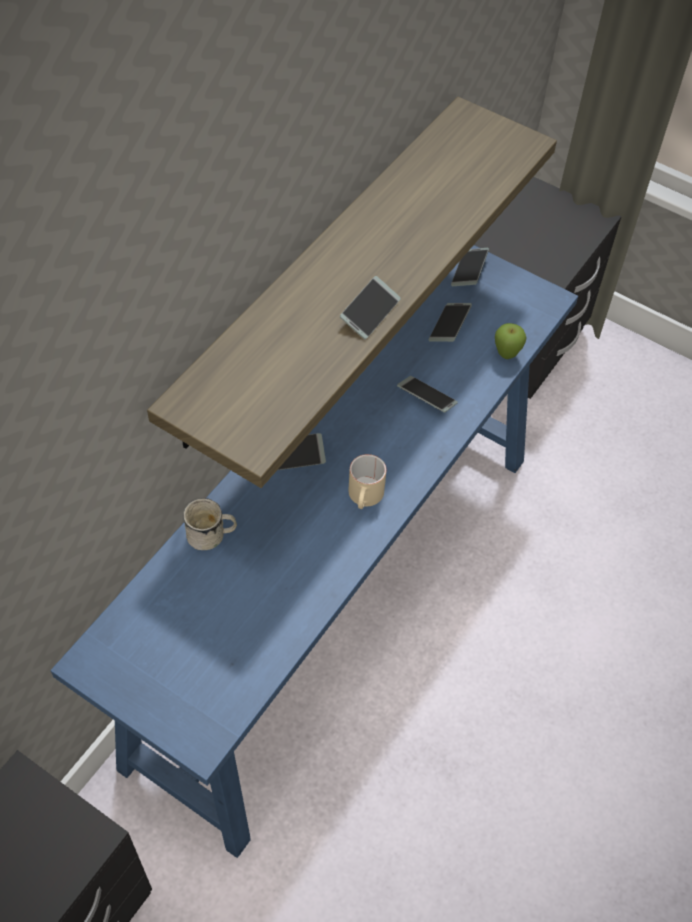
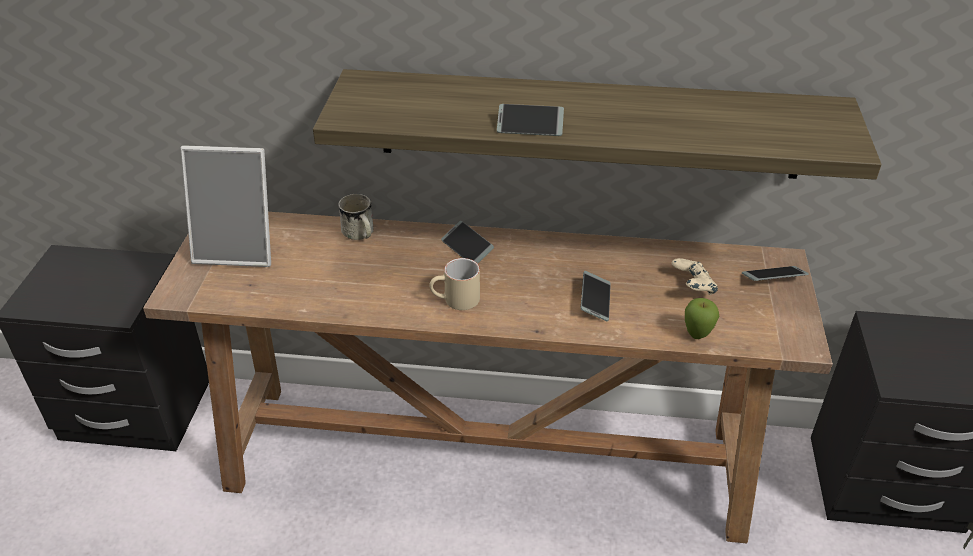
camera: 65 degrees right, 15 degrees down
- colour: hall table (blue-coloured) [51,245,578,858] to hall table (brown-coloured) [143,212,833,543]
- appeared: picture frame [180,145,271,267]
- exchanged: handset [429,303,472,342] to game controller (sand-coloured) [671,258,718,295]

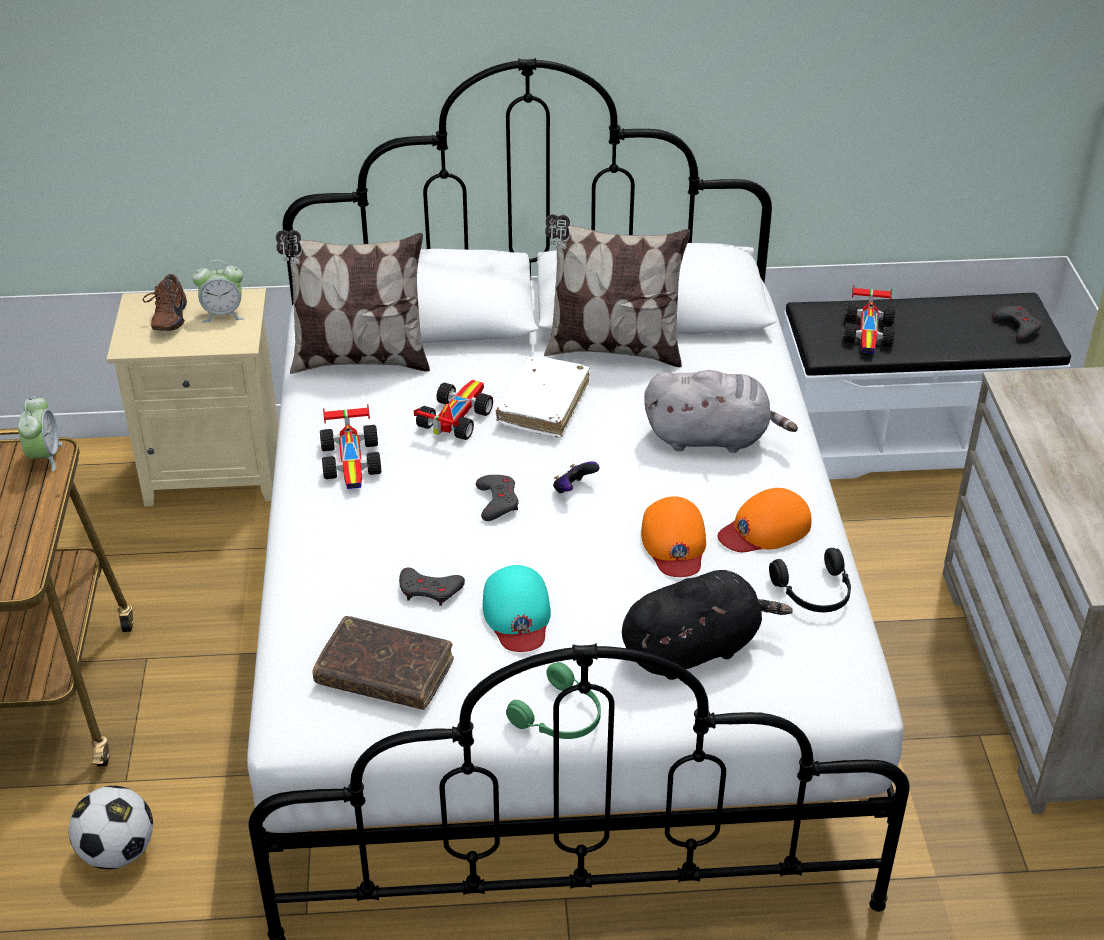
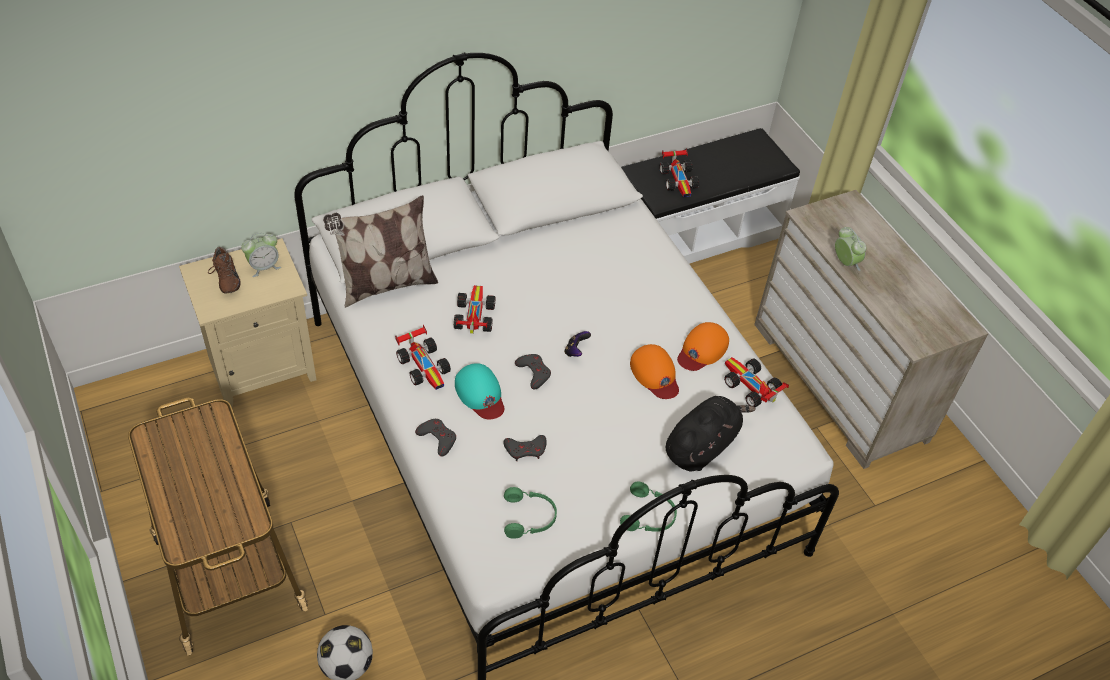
camera: 25 degrees left, 10 degrees up
- relocated: game controller (grey) [992,306,1041,341] to [415,419,456,457]
- relocated: peaked cap (turquoise-coloured) [483,565,551,652] to [455,363,504,419]
- exchanged: volume (brown-coloured) [312,616,454,710] to headphones (green) [504,487,557,539]
- exchanged: headphones (black) [769,548,851,612] to model car [724,357,789,408]
- relocated: alarm clock [18,396,62,471] to [835,227,866,271]
- missing: volume (white-coloured) [496,357,590,438]
- missing: throw pillow [544,214,690,368]
- missing: cuddly toy (grey) [644,370,798,453]

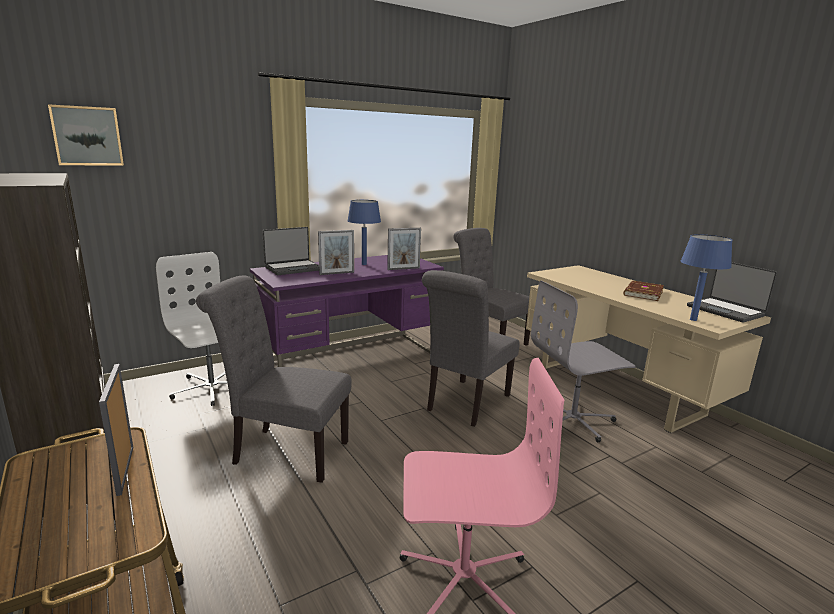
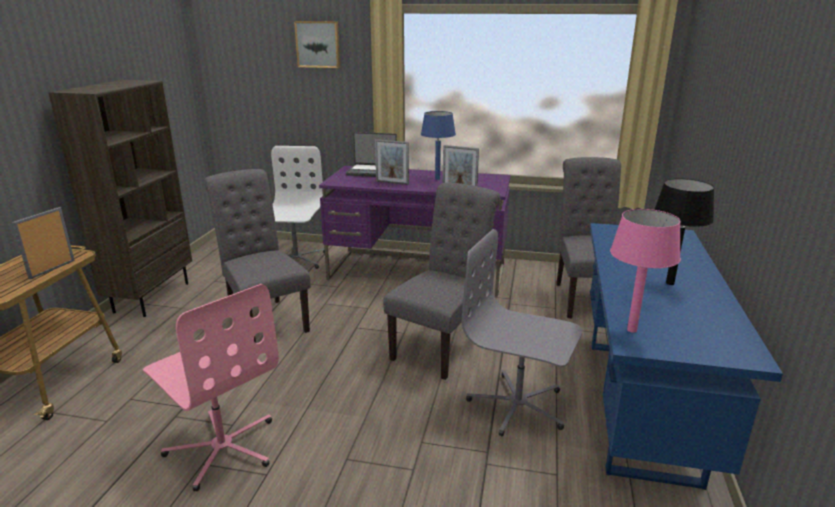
camera: 45 degrees right, 5 degrees up
- relocated: wall picture [48,104,124,166] to [294,21,340,68]
- spun: chair (grey) [422,270,520,427] = [383,183,501,380] 135 degrees clockwise
- colour: desk (sand-coloured) [526,265,771,433] to desk (blue-coloured) [590,223,783,490]
- colour: lamp for a table (blue-coloured) [681,234,732,321] to lamp for a table (pink-coloured) [610,209,681,333]
- exchanged: volume (brown-coloured) [623,281,664,301] to lamp for a table (black) [654,178,714,285]
- missing: portable computer [687,262,777,322]

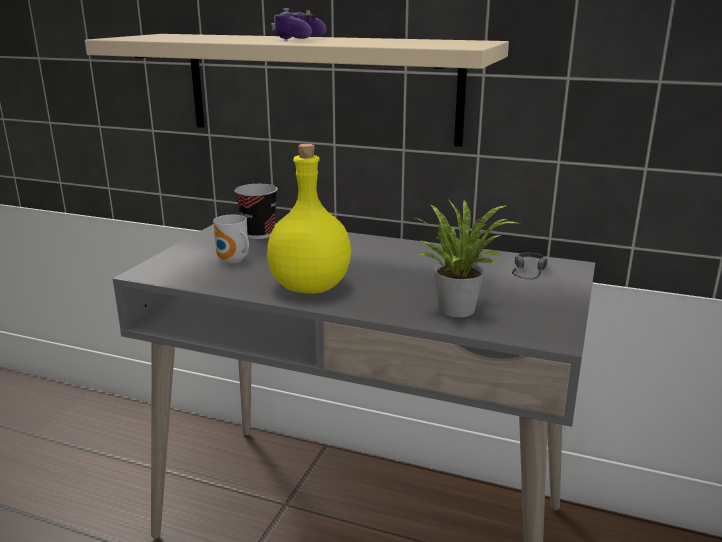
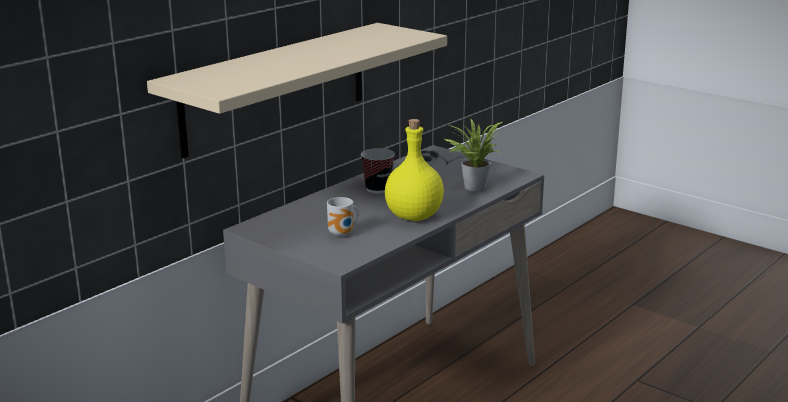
camera: 70 degrees left, 0 degrees up
- relocated: drinking cup [235,184,278,239] to [361,148,395,193]
- missing: game controller [271,8,327,39]

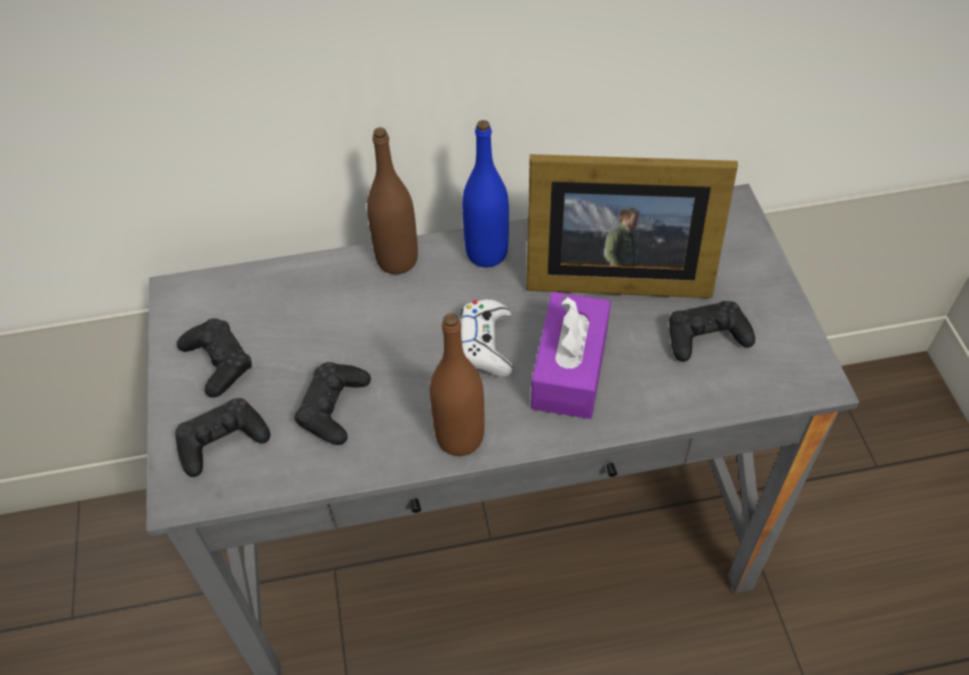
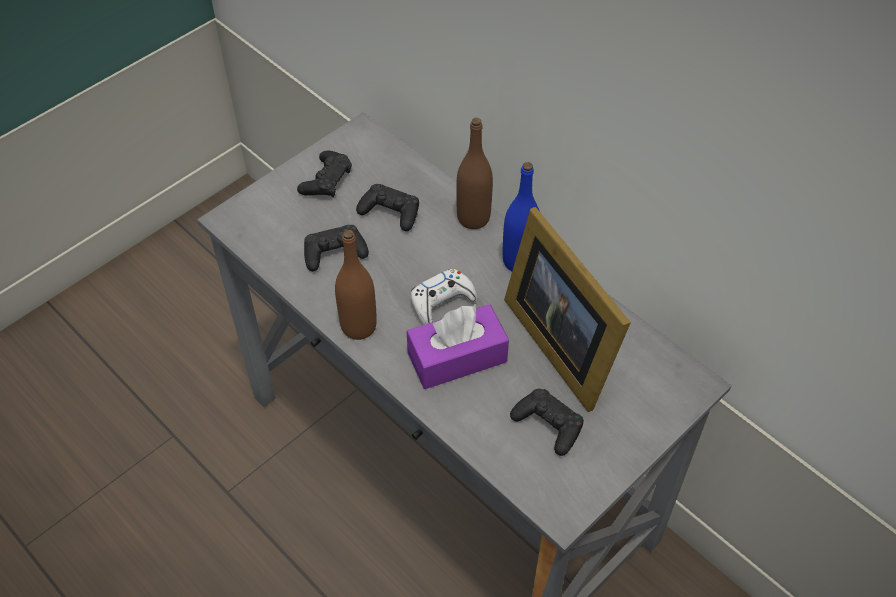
camera: 55 degrees right, 0 degrees up
- relocated: game controller (black) [175,398,270,477] to [356,184,419,231]

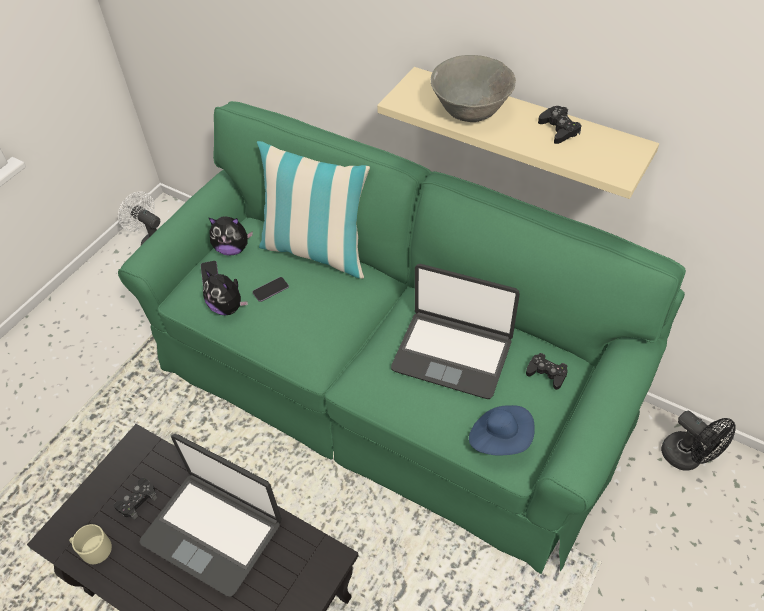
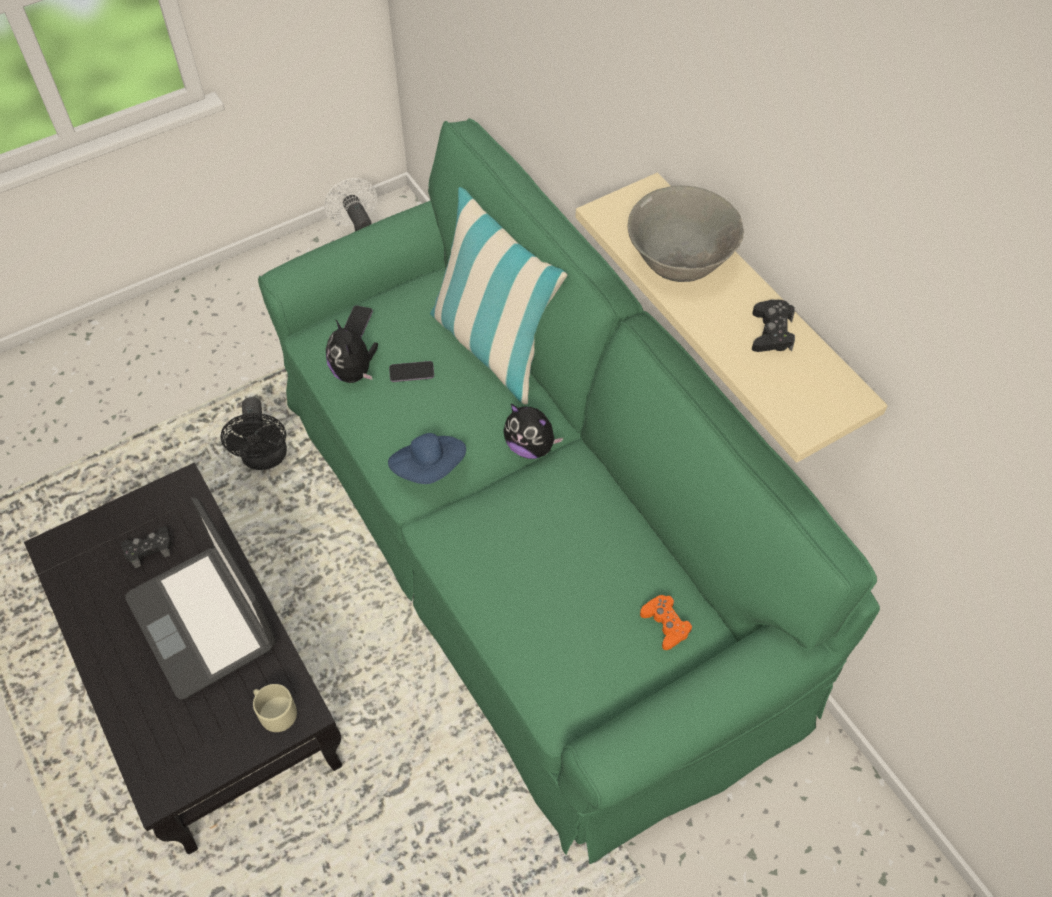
camera: 25 degrees right, 5 degrees up
- relocated: cooling fan (black) [661,411,736,471] to [220,397,287,470]
- relocated: coffee mug (sand-coloured) [69,524,112,564] to [253,684,297,732]
- relocated: hat (blue-coloured) [469,405,535,456] to [388,433,466,484]
- relocated: cuddly toy [209,216,253,256] to [503,404,564,459]
- colour: game controller (black) [526,353,568,390] to game controller (orangey) [640,595,692,650]
- missing: portable computer [391,264,520,399]

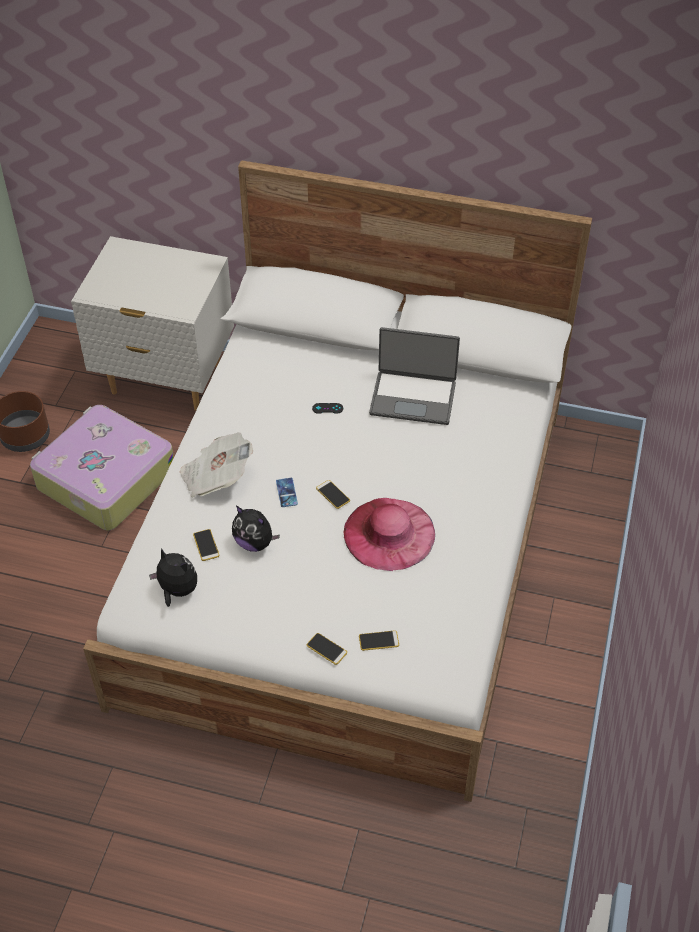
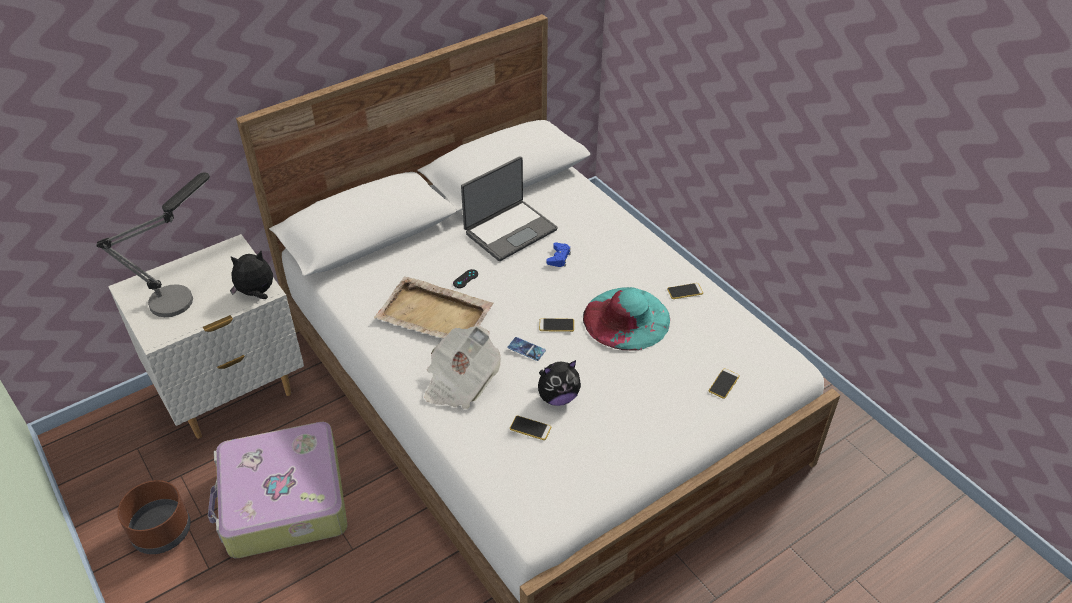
camera: 50 degrees left, 5 degrees down
- appeared: lamp for a table [96,172,210,317]
- relocated: cuddly toy [149,548,197,607] to [230,251,273,299]
- appeared: tray (sand-coloured) [374,276,494,338]
- appeared: game controller (blue-coloured) [547,242,571,267]
- colour: hat (pink-coloured) [344,498,435,571] to hat (turquoise-coloured) [583,287,670,351]
- relocated: handset [307,633,347,665] to [667,283,703,299]

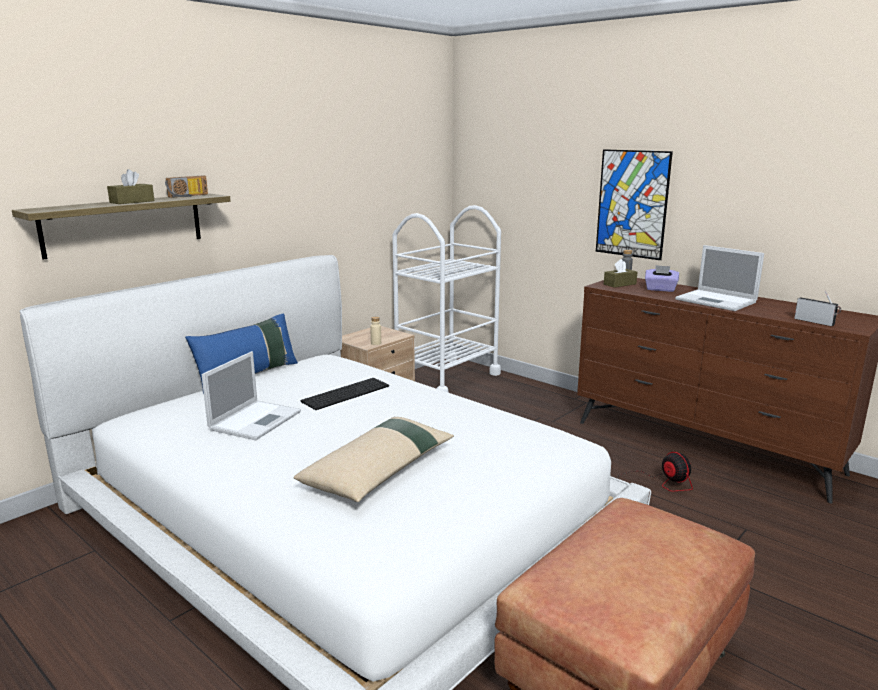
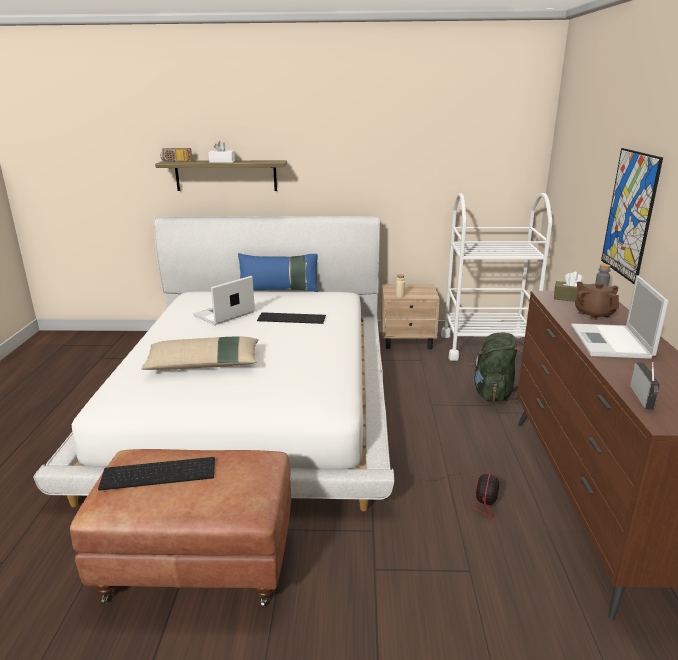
camera: 50 degrees right, 5 degrees up
- appeared: computer keyboard [98,457,215,491]
- relocated: radio set [165,176,208,198] to [161,148,192,162]
- spun: portable computer [202,351,301,440] = [193,276,255,325] 150 degrees clockwise
- colour: tissue holder (brown-coloured) [107,169,155,204] to tissue holder (white-coloured) [208,141,235,163]
- appeared: knapsack (green) [469,333,524,402]
- exchanged: tissue holder (purple) [645,265,679,292] to teapot (brown-coloured) [575,282,619,320]

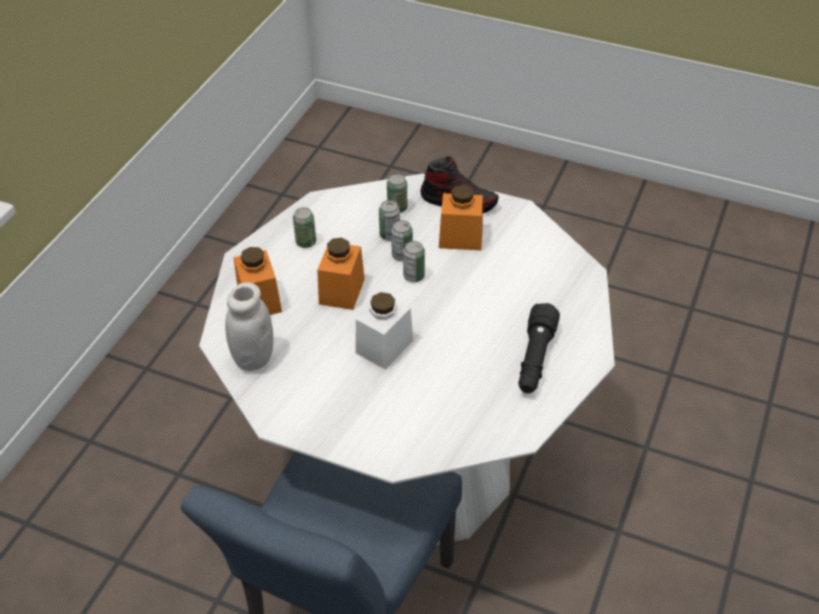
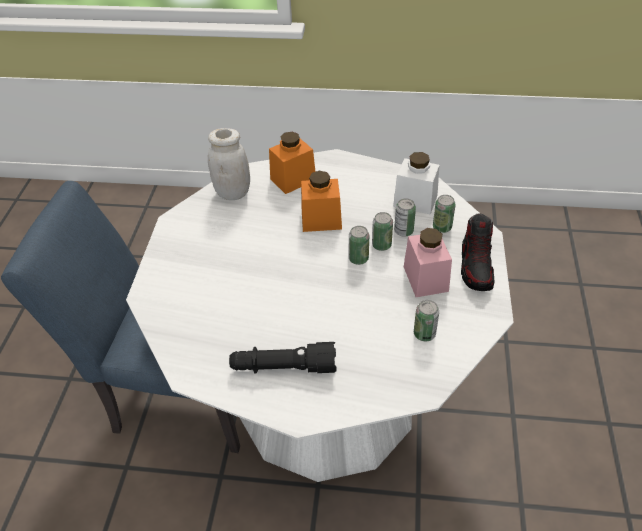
camera: 75 degrees right, 0 degrees up
- relocated: preserve jar (white-coloured) [356,292,413,370] to [393,152,440,215]
- colour: preserve jar (orangey) [439,185,483,251] to preserve jar (pink-coloured) [404,228,452,297]
- relocated: sealed can [293,207,316,248] to [414,300,439,342]

